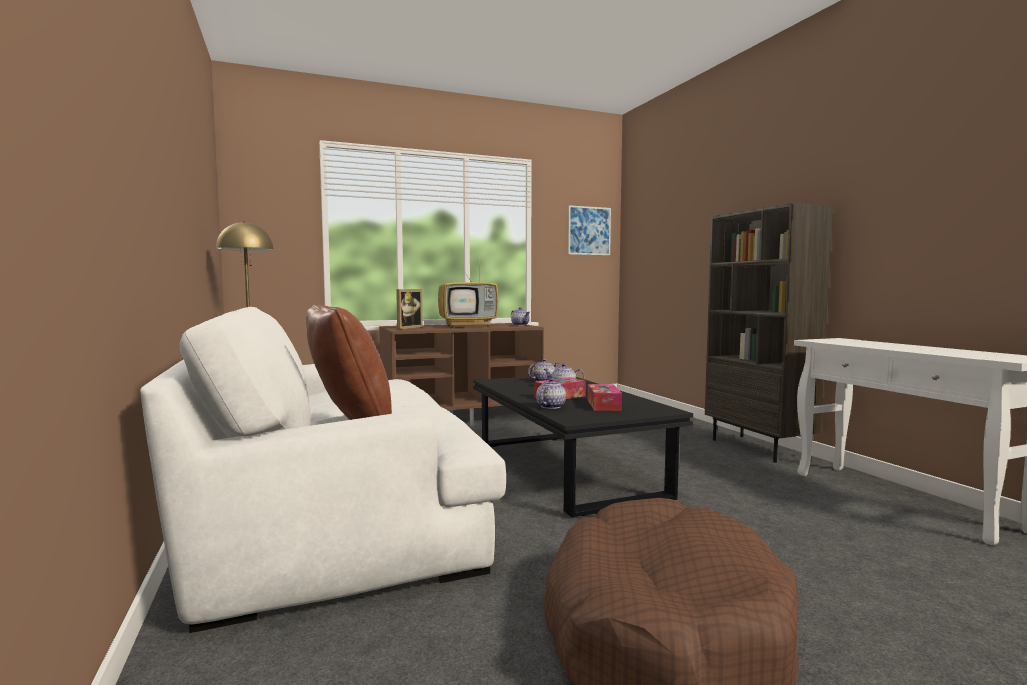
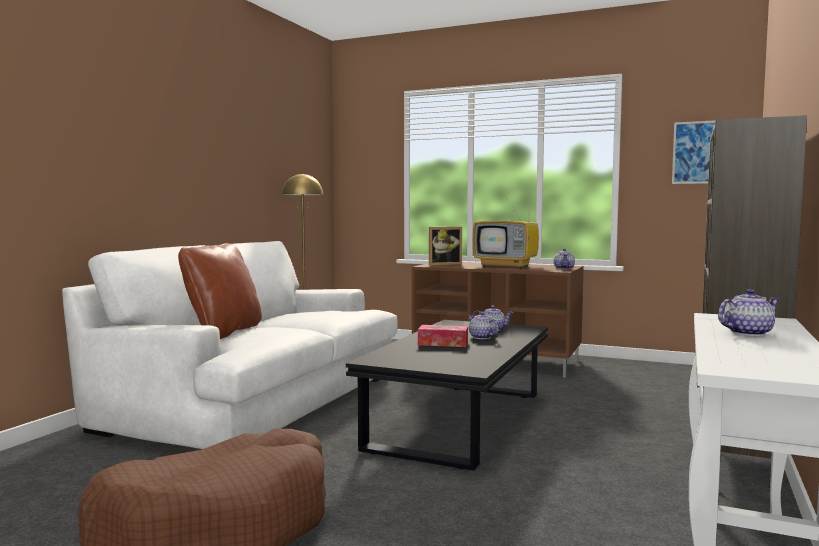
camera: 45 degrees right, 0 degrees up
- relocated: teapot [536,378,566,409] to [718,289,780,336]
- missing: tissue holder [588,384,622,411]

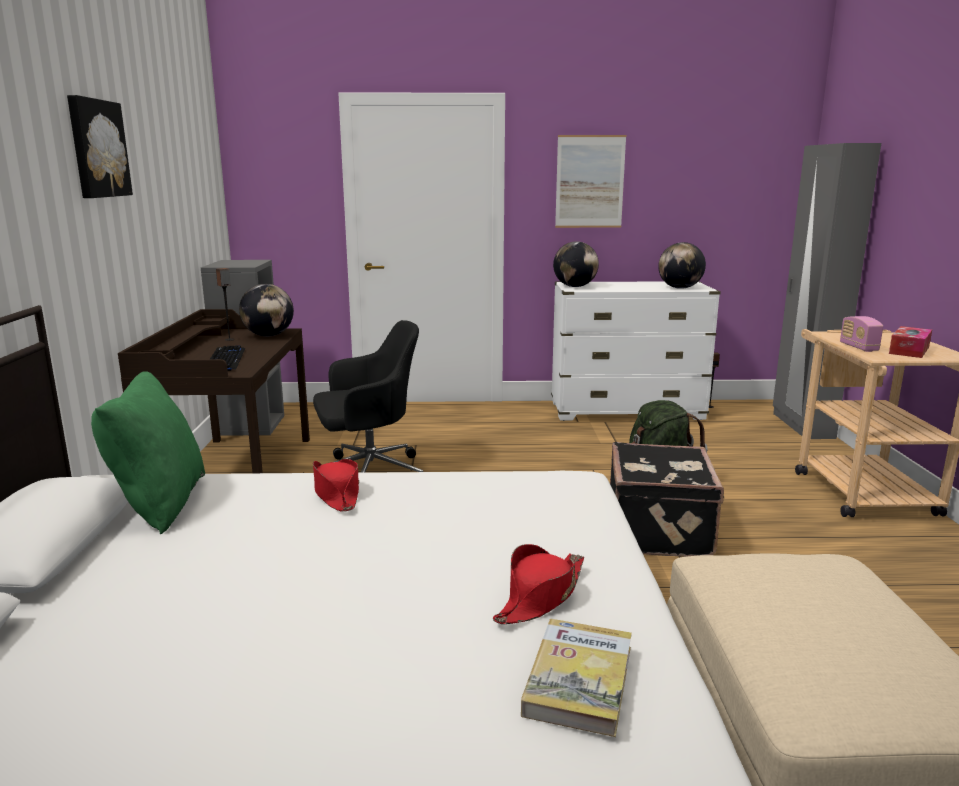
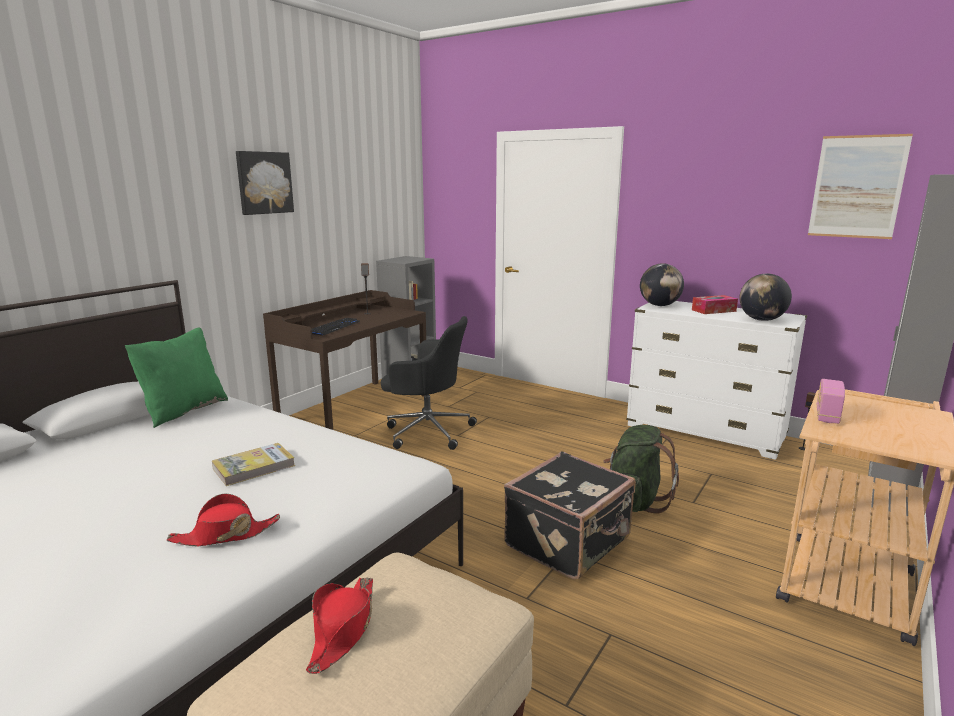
camera: 35 degrees right, 0 degrees up
- relocated: volume [521,619,632,737] to [212,443,295,486]
- relocated: hat (red-coloured) [313,459,359,512] to [306,577,373,674]
- relocated: tissue holder [889,326,932,358] to [692,295,738,314]
- relocated: wall picture [555,135,626,228] to [808,134,913,239]
- missing: world globe [239,284,294,336]

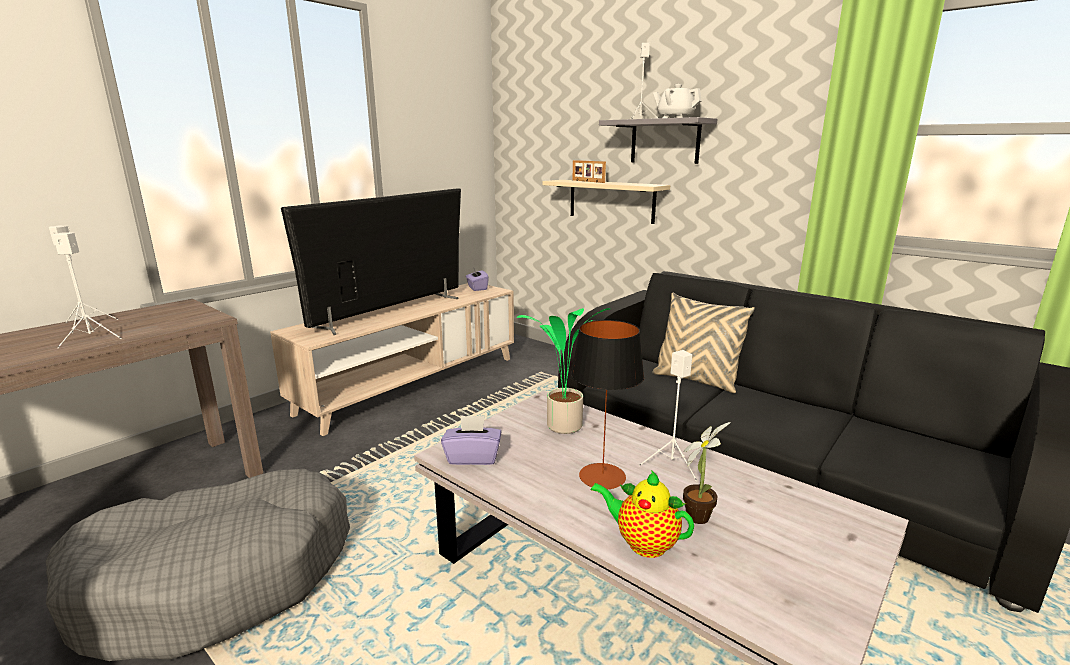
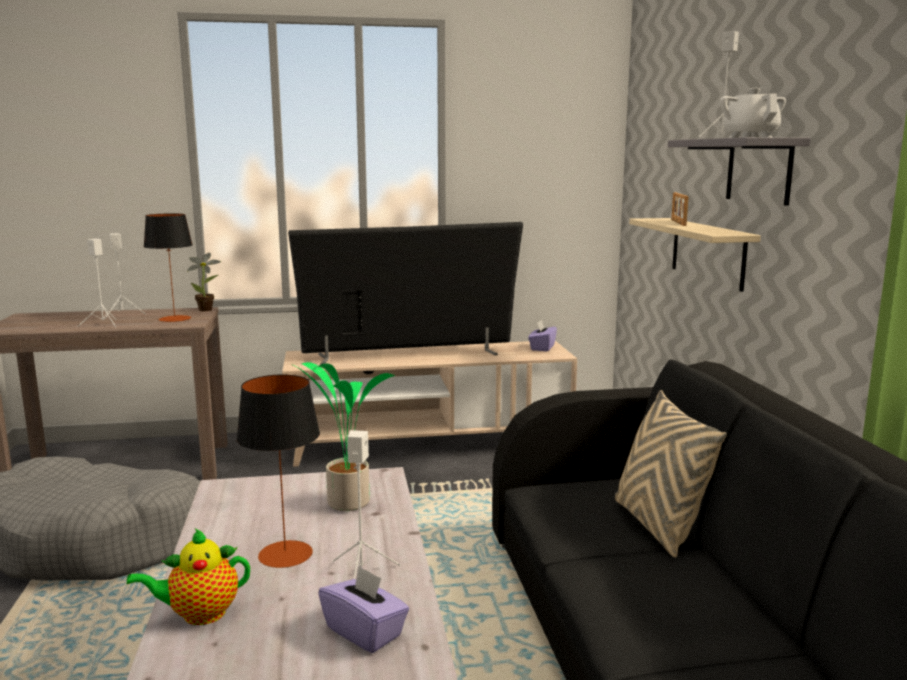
camera: 40 degrees right, 5 degrees down
- spun: teapot [590,470,694,558] = [127,529,250,625] 90 degrees counterclockwise
- appeared: lamp for a table [143,213,193,322]
- relocated: potted plant [683,422,731,524] to [187,253,221,311]
- relocated: tissue holder (purple) [441,415,501,465] to [318,566,409,653]

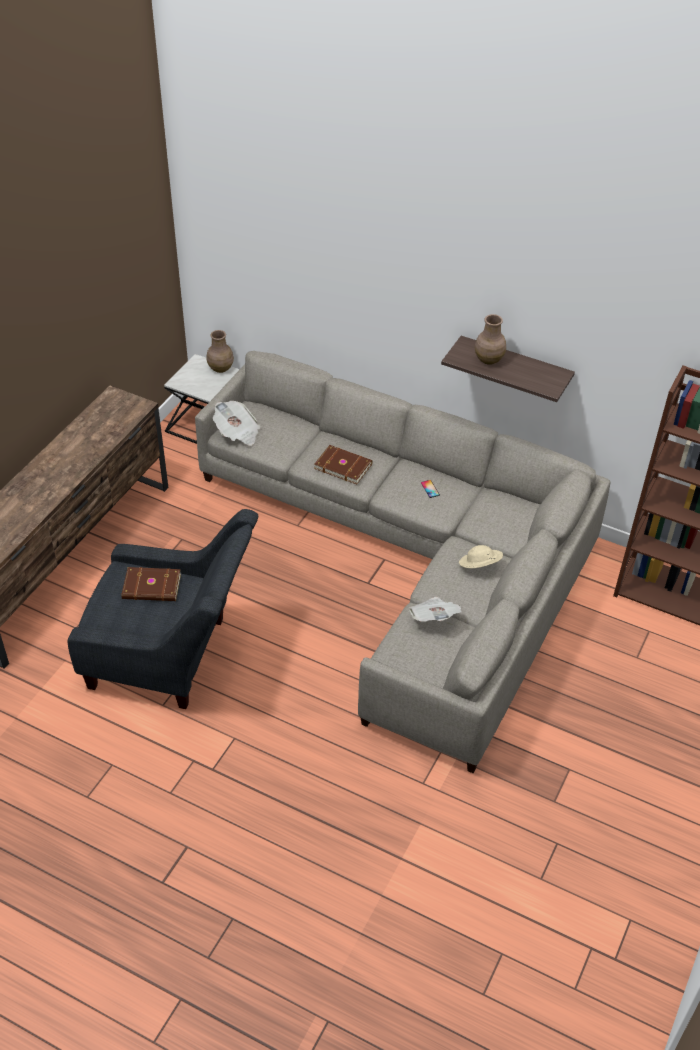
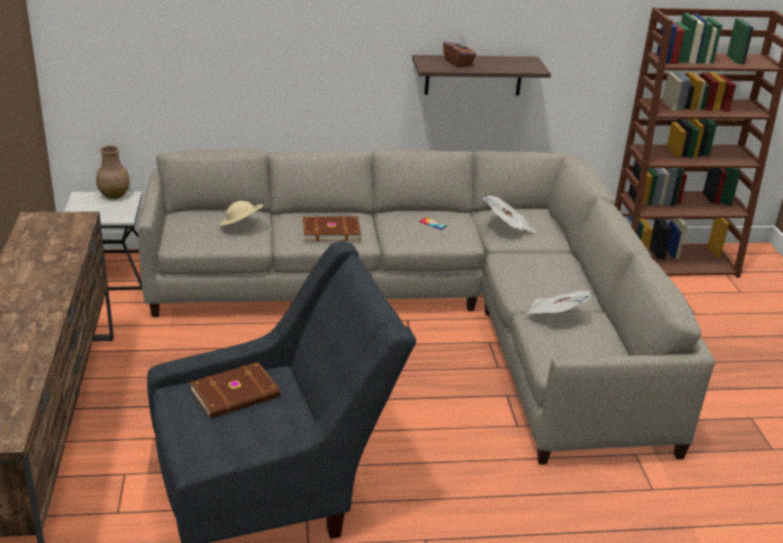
camera: 35 degrees left, 15 degrees down
- relocated: hat (sand-coloured) [459,545,503,568] to [219,201,264,226]
- exchanged: vase (brown-coloured) [475,314,506,365] to tissue holder (brown-coloured) [443,36,476,68]
- relocated: newspaper [213,401,261,446] to [482,196,536,233]

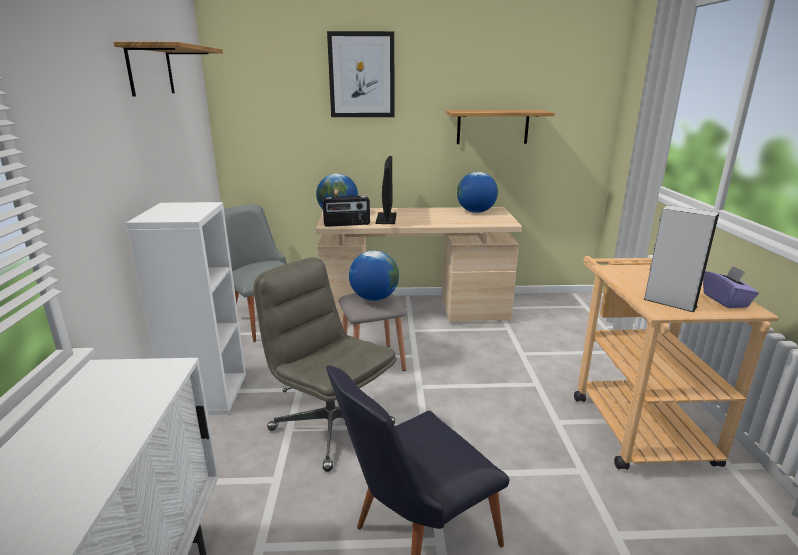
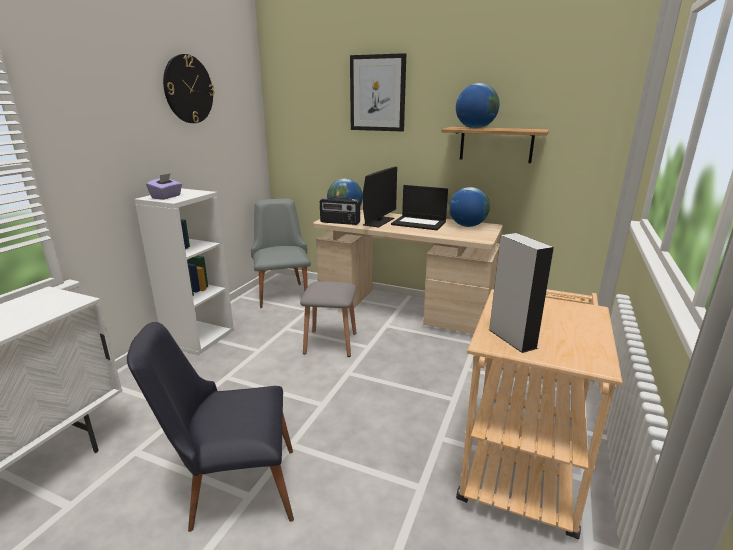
camera: 25 degrees right, 0 degrees up
- relocated: tissue holder (purple) [703,265,759,308] to [146,173,182,200]
- exchanged: bracket shelf [114,42,223,97] to hanging clock [163,54,214,123]
- appeared: portable computer [391,185,448,230]
- relocated: world globe [349,250,399,301] to [456,83,499,129]
- missing: desk chair (grey) [254,257,397,472]

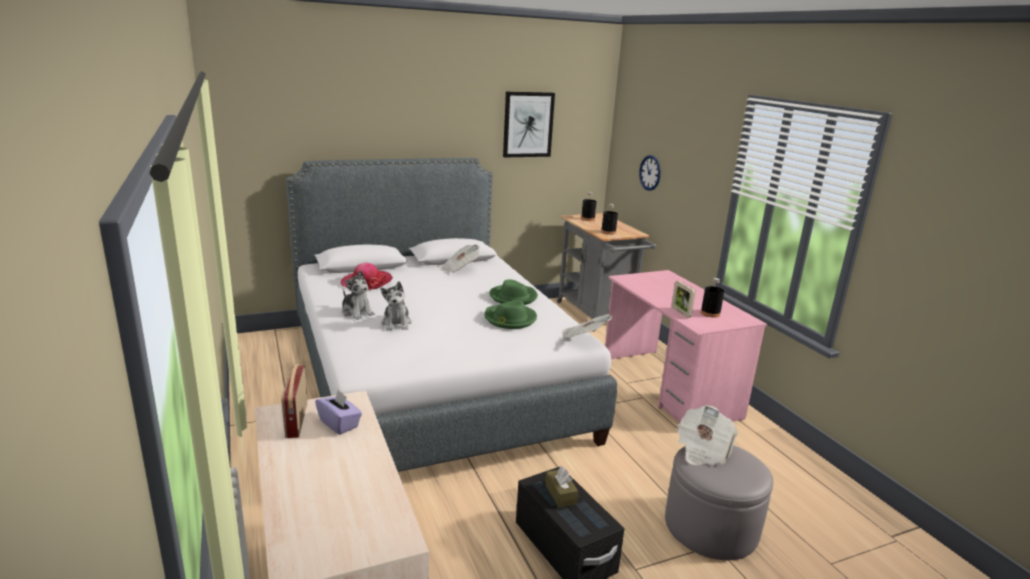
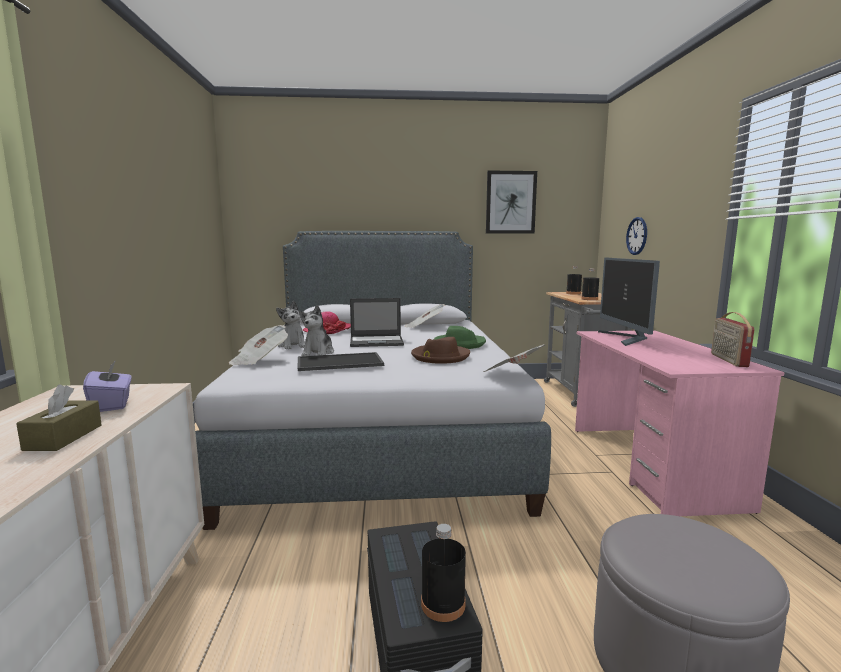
camera: 20 degrees right, 10 degrees down
- relocated: tissue holder (brown-coloured) [545,466,578,508] to [16,385,102,451]
- relocated: newspaper [677,405,738,465] to [229,325,288,365]
- appeared: tray [298,352,384,371]
- appeared: portable computer [350,298,404,347]
- colour: hat (green) [484,300,537,329] to hat (brown-coloured) [411,337,470,364]
- relocated: drink bottle (black) [701,278,724,318] to [421,524,466,622]
- appeared: computer display [598,258,660,346]
- relocated: radio set [281,364,307,438] to [711,312,755,367]
- missing: picture frame [671,281,696,318]

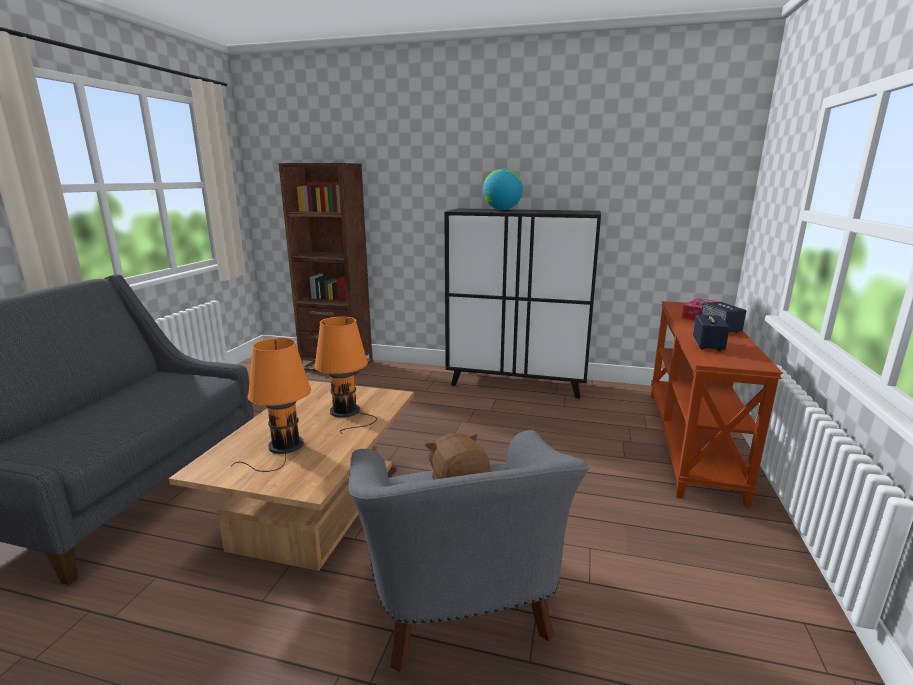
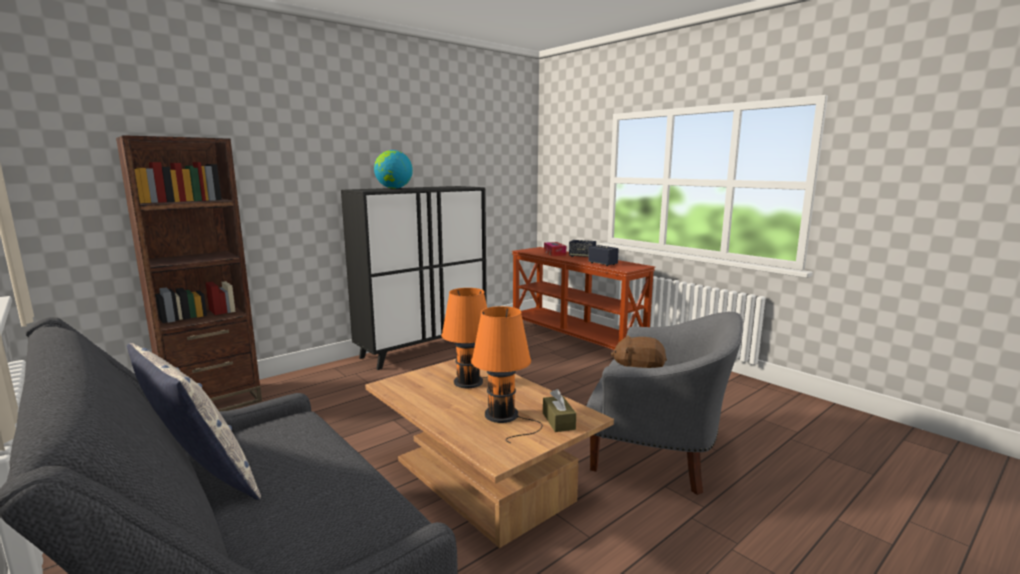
camera: 55 degrees left, 5 degrees down
- appeared: throw pillow [127,343,261,500]
- appeared: tissue holder (brown-coloured) [543,389,576,432]

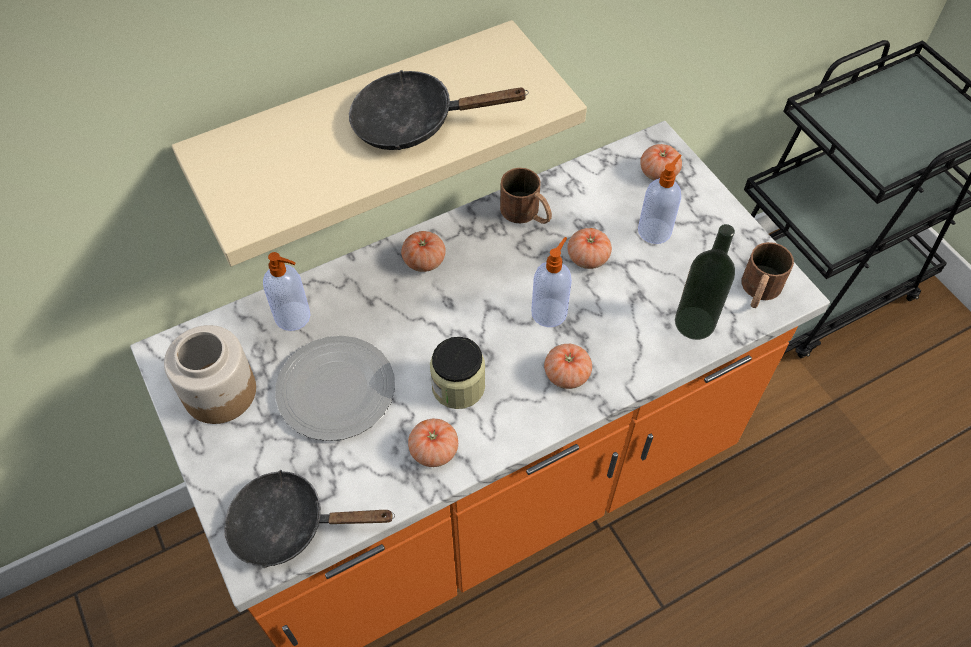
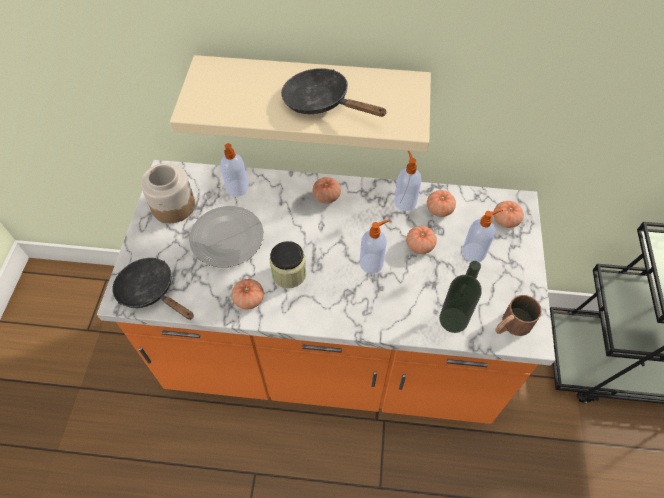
camera: 35 degrees right, 0 degrees up
- exchanged: coffee mug (brown-coloured) [500,168,552,224] to soap bottle [394,151,422,211]
- relocated: whole tomato [544,344,592,389] to [427,190,456,217]

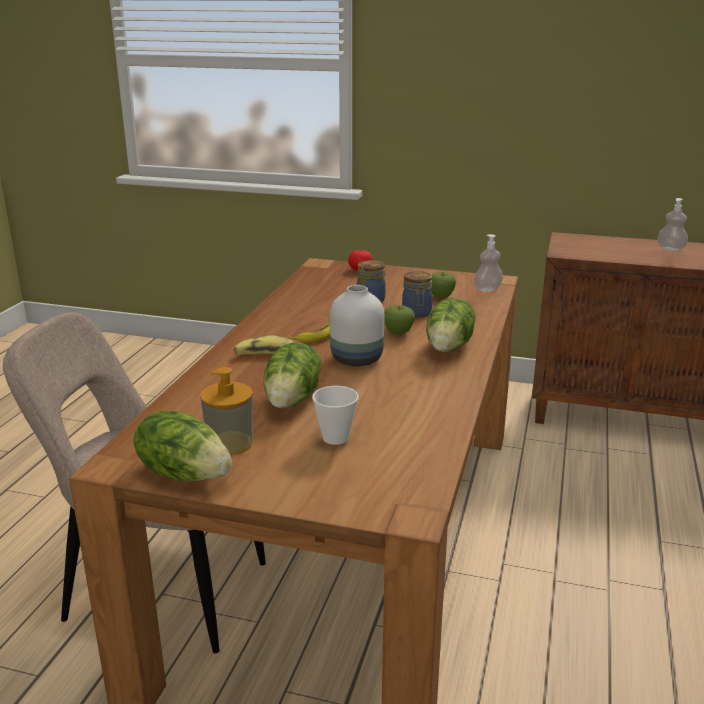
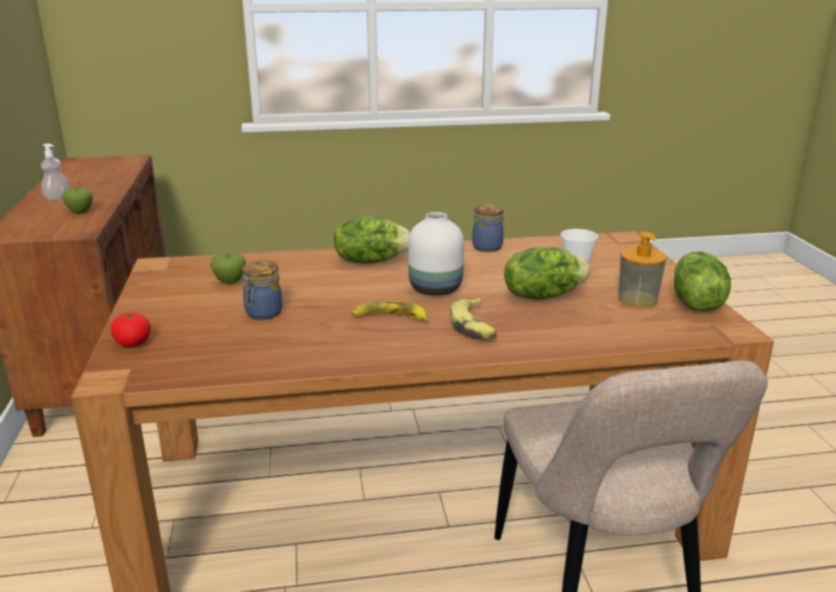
camera: 115 degrees left, 0 degrees up
- relocated: whole apple [384,305,415,335] to [63,187,93,214]
- relocated: preserve jar [402,271,432,318] to [472,204,505,252]
- missing: soap bottle [474,234,503,292]

